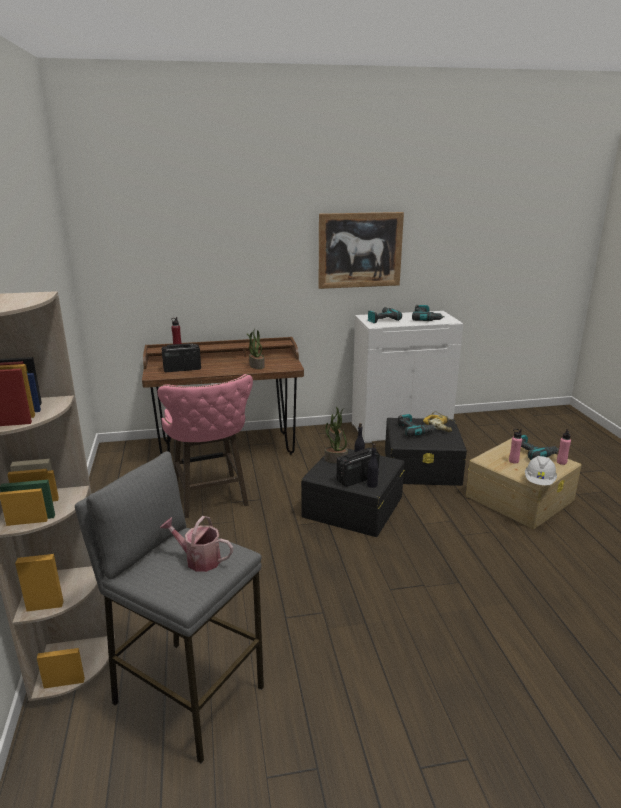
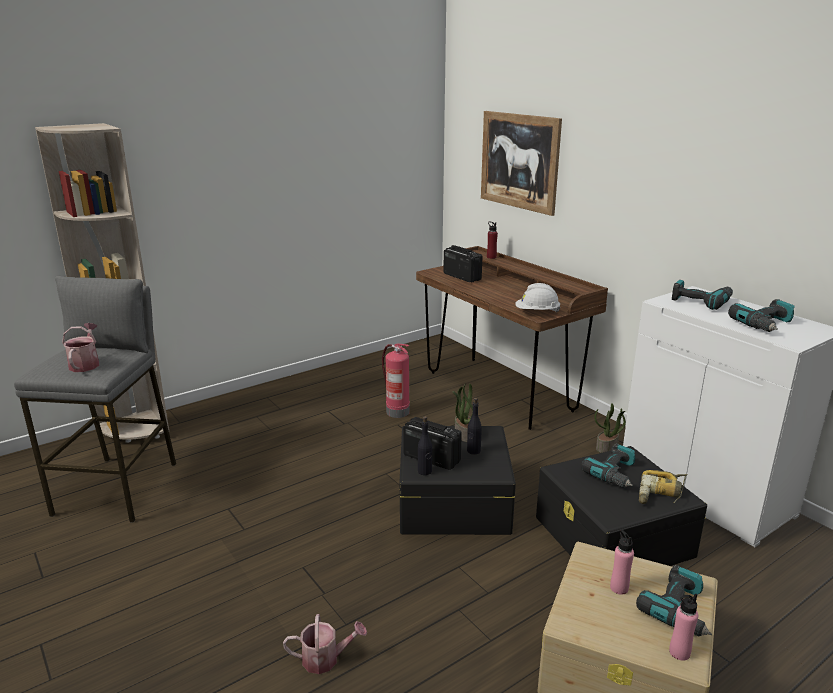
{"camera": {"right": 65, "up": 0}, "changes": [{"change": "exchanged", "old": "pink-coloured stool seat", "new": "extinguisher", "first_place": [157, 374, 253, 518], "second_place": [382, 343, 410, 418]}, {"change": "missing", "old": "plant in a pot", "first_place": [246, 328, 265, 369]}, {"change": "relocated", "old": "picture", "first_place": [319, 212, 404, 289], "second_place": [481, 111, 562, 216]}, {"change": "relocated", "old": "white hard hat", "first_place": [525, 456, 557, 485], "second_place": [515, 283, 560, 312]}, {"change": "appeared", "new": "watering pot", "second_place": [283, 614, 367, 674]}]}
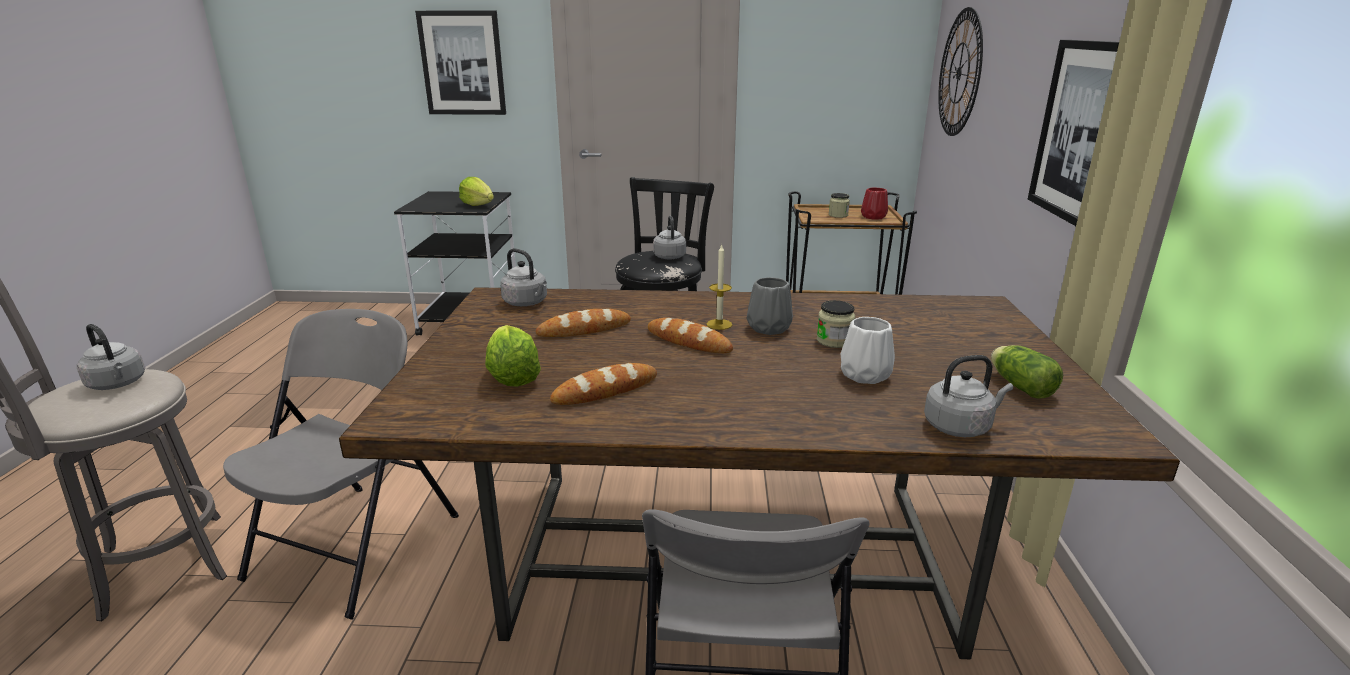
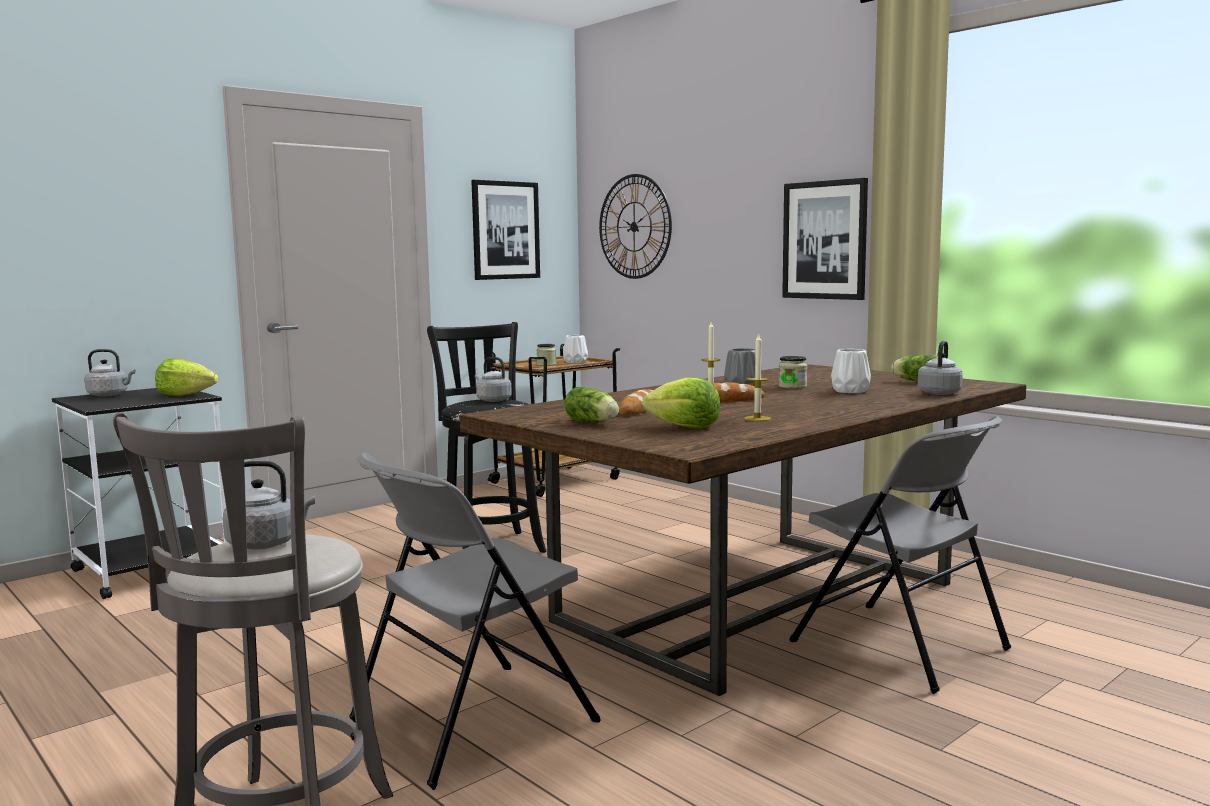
{"camera": {"right": -45, "up": -15}, "changes": [{"change": "spun", "old": "grey upright chair", "first_place": [223, 309, 459, 620], "second_place": [349, 453, 601, 790], "degrees": -105}, {"change": "relocated", "old": "picture", "first_place": [415, 11, 506, 115], "second_place": [471, 180, 540, 280]}, {"change": "relocated", "old": "grey tea kettle", "first_place": [500, 248, 547, 306], "second_place": [85, 349, 136, 397]}, {"change": "exchanged", "old": "bread", "new": "candle", "first_place": [550, 363, 657, 405], "second_place": [744, 333, 771, 421]}, {"change": "colour", "old": "red vase", "new": "white vase", "first_place": [861, 187, 888, 220], "second_place": [563, 335, 588, 364]}, {"change": "appeared", "new": "head of lettuce", "second_place": [564, 387, 619, 423]}]}
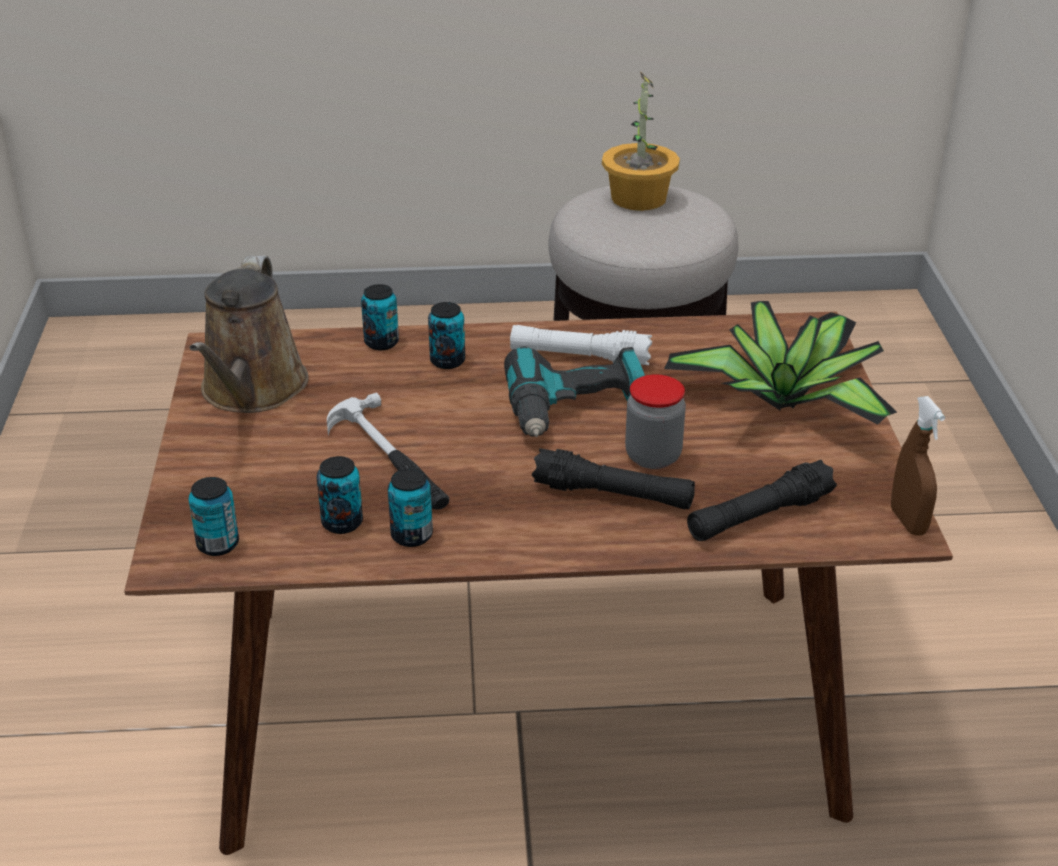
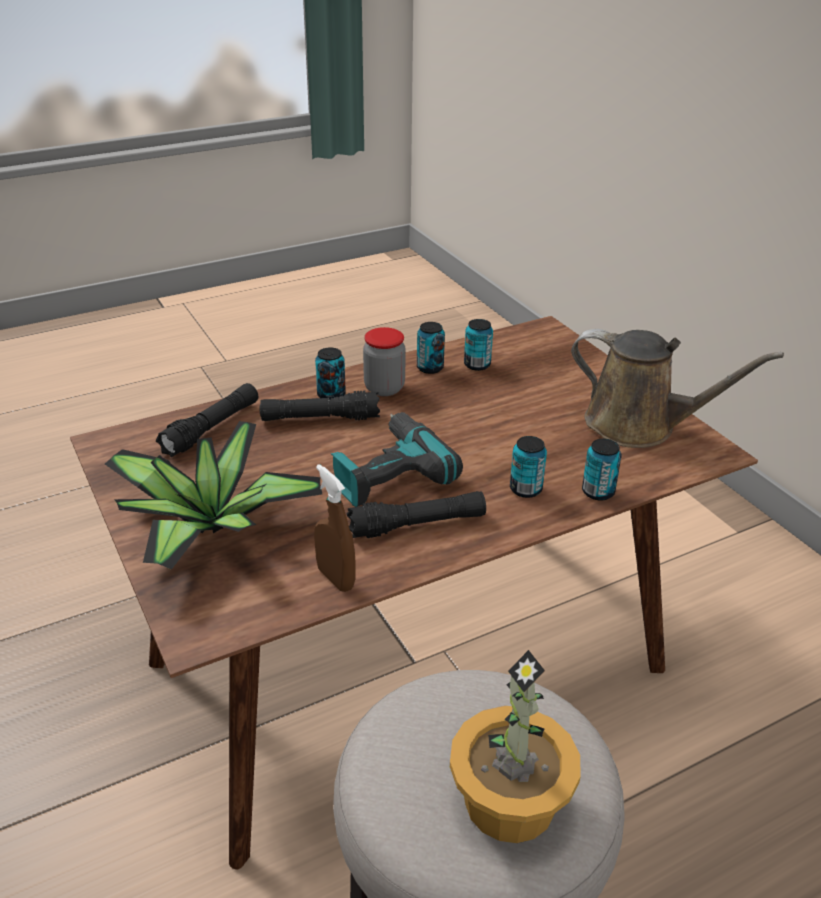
{"camera": {"right": 155, "up": 0}, "changes": [{"change": "spun", "old": "brownish watering pot", "first_place": [189, 256, 309, 413], "second_place": [571, 329, 784, 448], "degrees": 135}, {"change": "relocated", "old": "sealed can", "first_place": [189, 477, 239, 556], "second_place": [315, 347, 346, 400]}, {"change": "missing", "old": "tool hammer", "first_place": [327, 392, 449, 509]}, {"change": "colour", "old": "white hand torch", "new": "black-coloured hand torch", "first_place": [510, 325, 652, 365], "second_place": [347, 491, 486, 538]}, {"change": "relocated", "old": "storage jar", "first_place": [625, 374, 686, 469], "second_place": [363, 327, 406, 396]}, {"change": "relocated", "old": "brownish sprayer", "first_place": [891, 396, 945, 536], "second_place": [314, 464, 356, 592]}]}
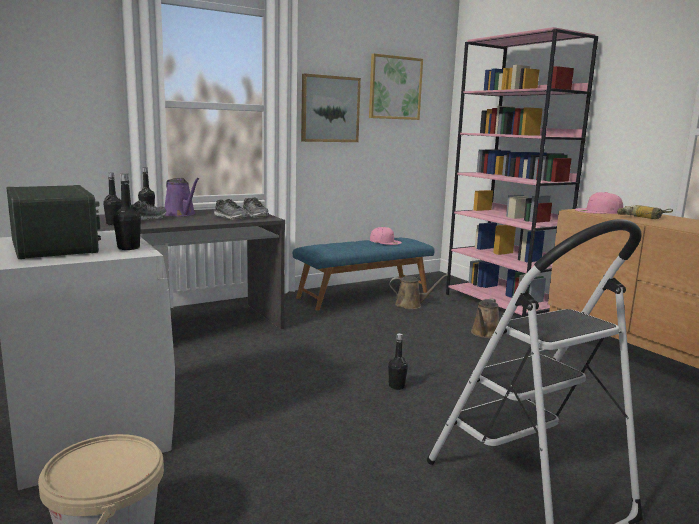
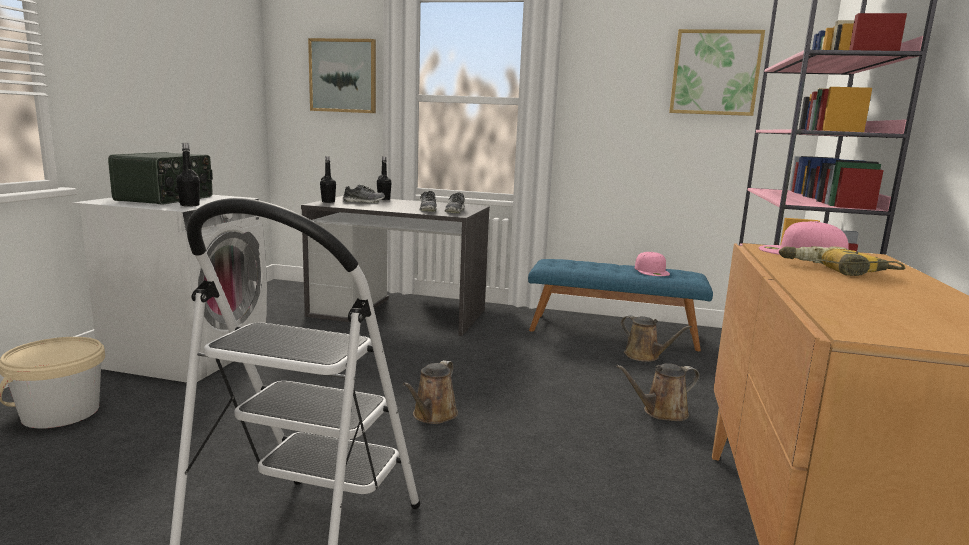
{"camera": {"right": 45, "up": 0}, "changes": [{"change": "missing", "old": "purple watering pot", "first_place": [165, 178, 199, 217]}, {"change": "relocated", "old": "picture", "first_place": [301, 73, 361, 142], "second_place": [308, 38, 376, 113]}, {"change": "exchanged", "old": "black-coloured beverage bottle", "new": "brownish watering pot", "first_place": [388, 333, 408, 390], "second_place": [403, 360, 458, 424]}]}
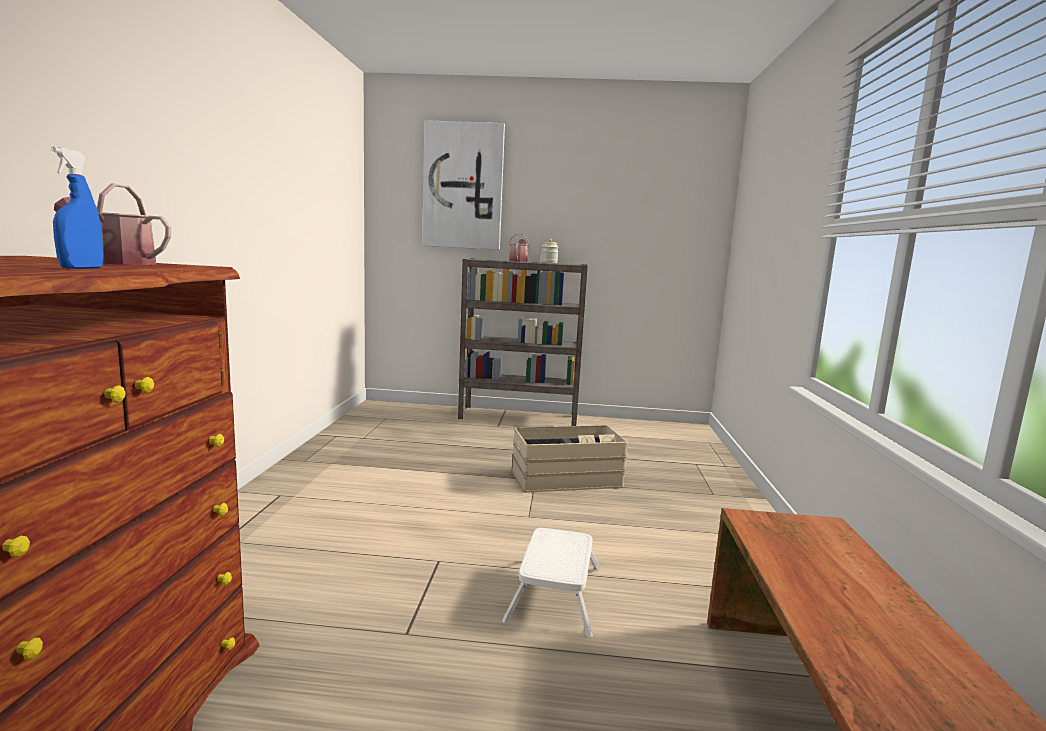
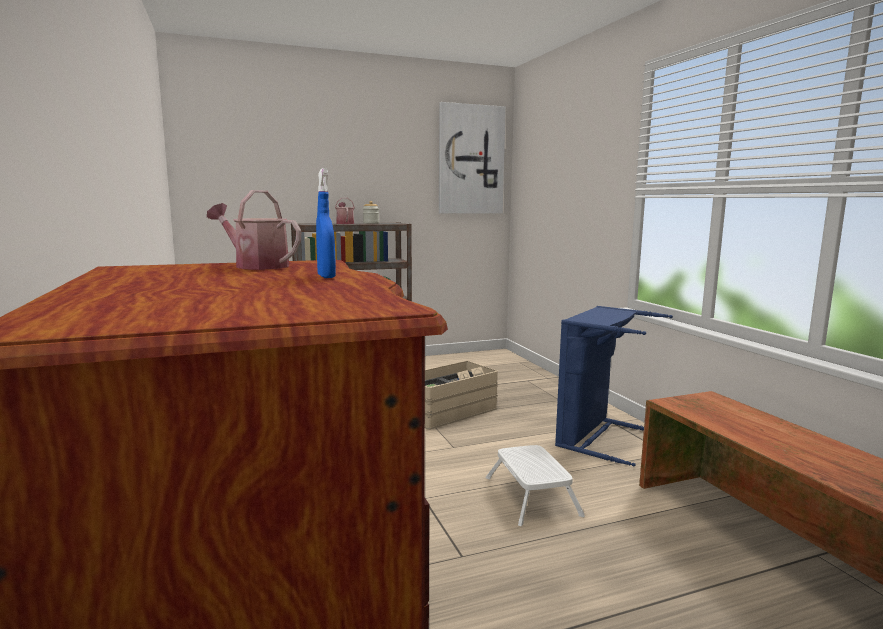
{"camera": {"right": -25, "up": 0}, "changes": [{"change": "spun", "old": "watering pot", "first_place": [54, 184, 171, 265], "second_place": [207, 190, 301, 270], "degrees": 45}, {"change": "relocated", "old": "picture", "first_place": [422, 120, 505, 250], "second_place": [439, 102, 506, 214]}, {"change": "appeared", "new": "blue laundry basket", "second_place": [555, 306, 673, 467]}]}
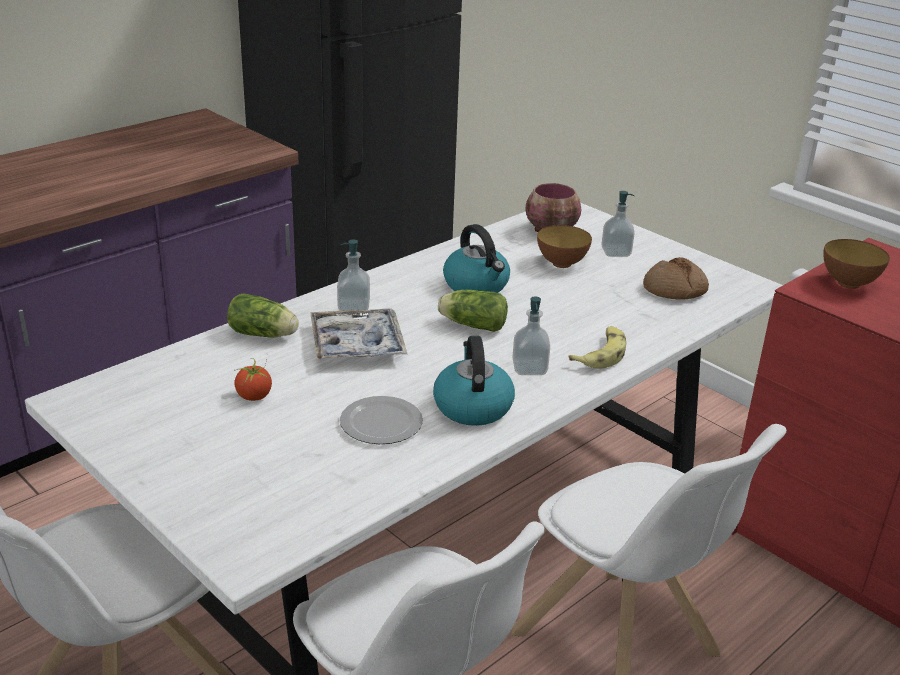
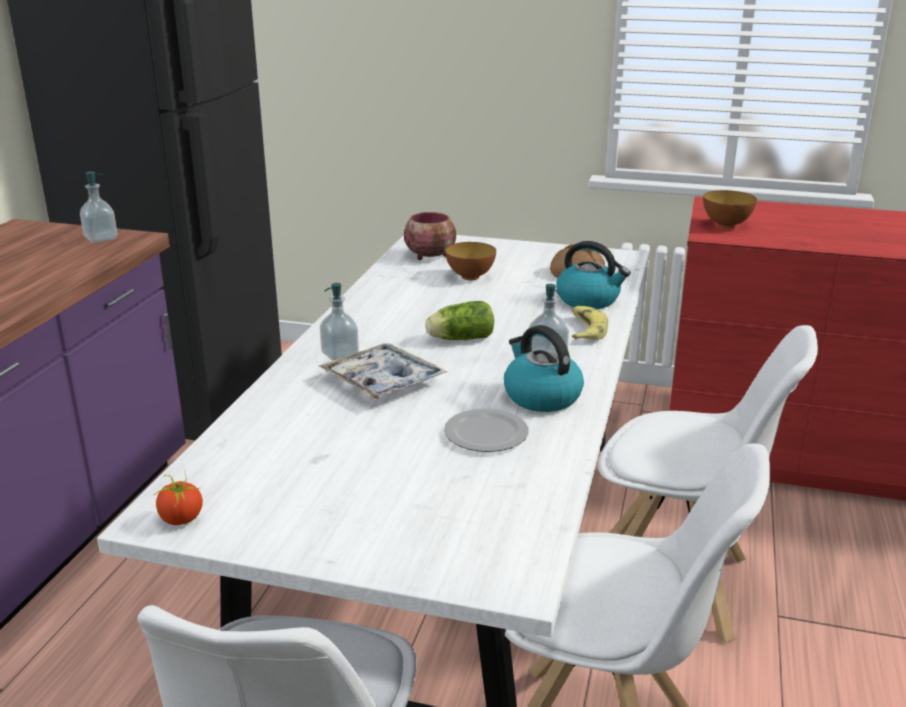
{"camera": {"right": -30, "up": -5}, "changes": [{"change": "missing", "old": "head of lettuce", "first_place": [227, 293, 299, 337]}, {"change": "relocated", "old": "whole tomato", "first_place": [234, 358, 272, 401], "second_place": [153, 474, 203, 525]}, {"change": "relocated", "old": "tea kettle", "first_place": [443, 224, 510, 293], "second_place": [556, 241, 630, 309]}, {"change": "relocated", "old": "soap dispenser", "first_place": [602, 191, 635, 257], "second_place": [80, 171, 117, 243]}]}
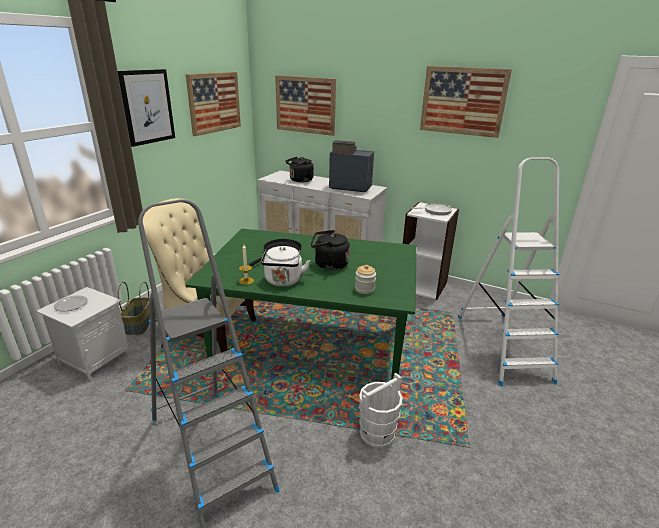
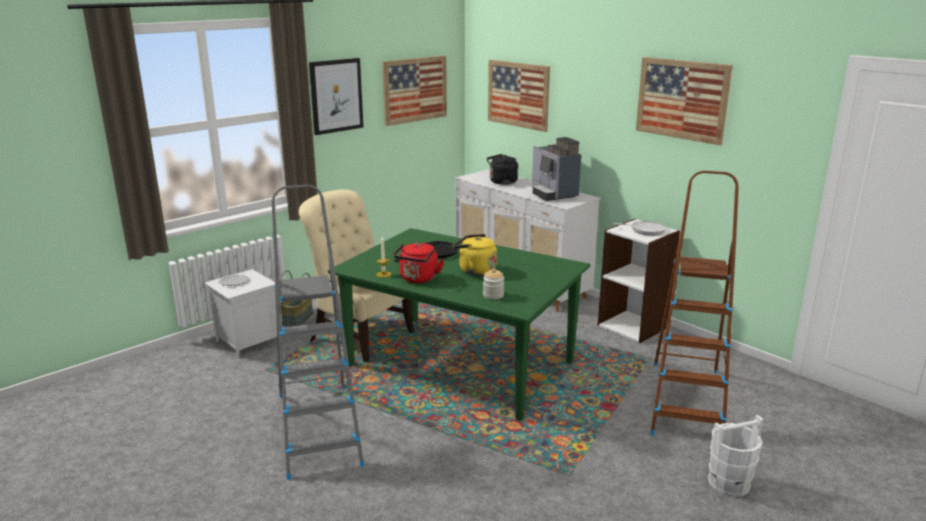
{"camera": {"right": 20, "up": -5}, "changes": [{"change": "colour", "old": "white tea kettle", "new": "red tea kettle", "first_place": [261, 246, 310, 287], "second_place": [393, 243, 444, 283]}, {"change": "colour", "old": "black-coloured tea kettle", "new": "yellow tea kettle", "first_place": [311, 230, 350, 270], "second_place": [453, 234, 497, 276]}, {"change": "spun", "old": "coffee maker", "first_place": [329, 140, 374, 192], "second_place": [532, 137, 581, 201], "degrees": -150}, {"change": "relocated", "old": "white bucket", "first_place": [359, 373, 403, 448], "second_place": [708, 415, 764, 497]}, {"change": "colour", "old": "white step ladder", "new": "brownish step ladder", "first_place": [458, 157, 560, 386], "second_place": [650, 171, 739, 436]}]}
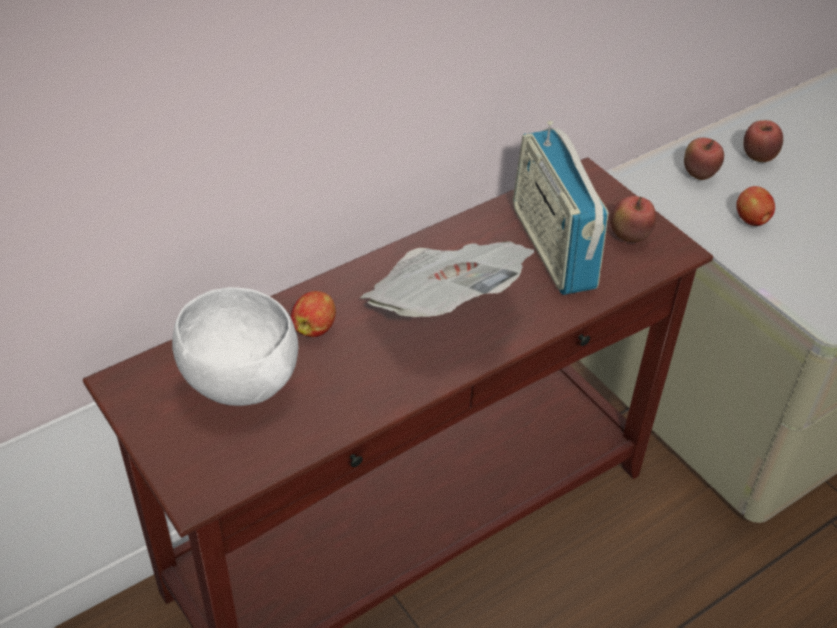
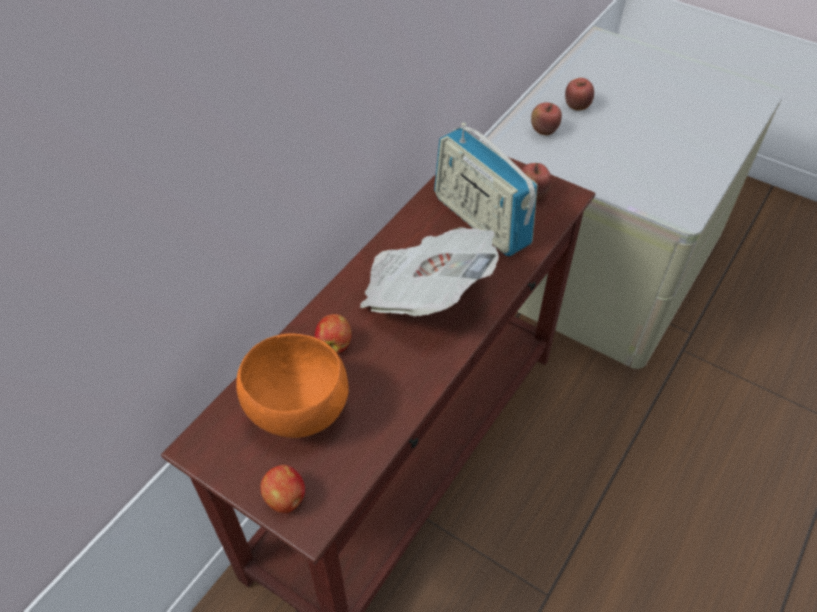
{"camera": {"right": -20, "up": 5}, "changes": [{"change": "colour", "old": "white bowl", "new": "orange-coloured bowl", "first_place": [172, 287, 298, 406], "second_place": [236, 334, 349, 438]}, {"change": "relocated", "old": "apple", "first_place": [736, 186, 775, 226], "second_place": [260, 465, 305, 513]}]}
